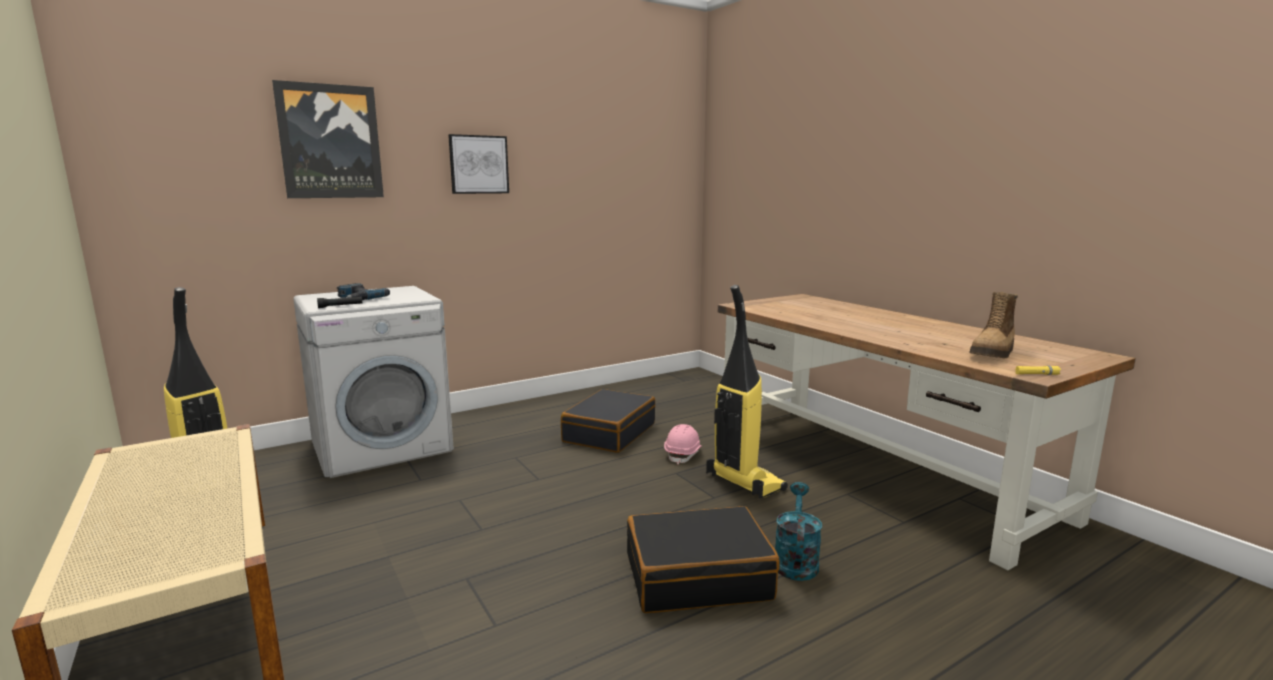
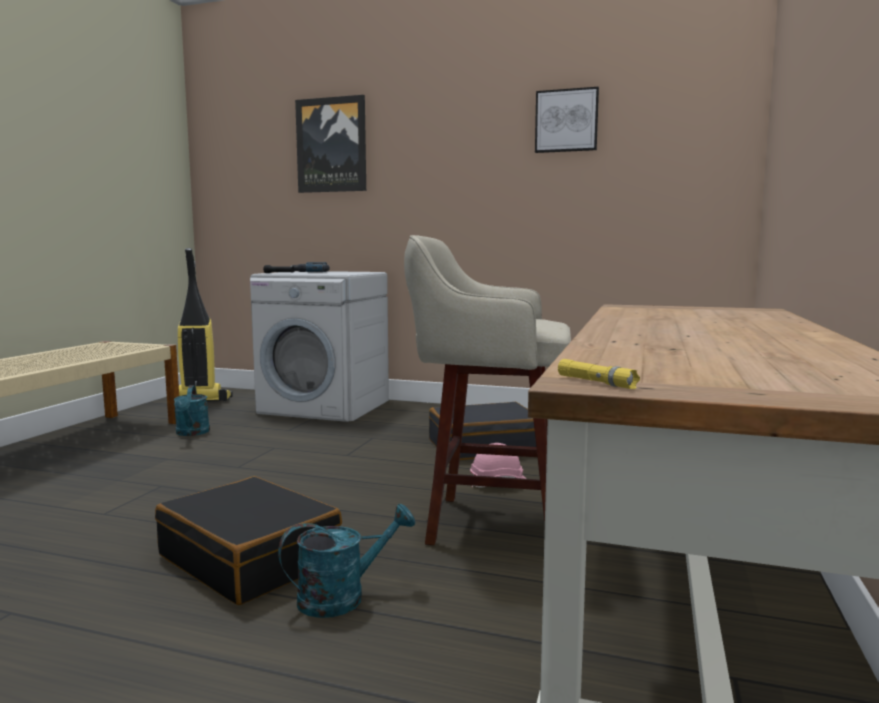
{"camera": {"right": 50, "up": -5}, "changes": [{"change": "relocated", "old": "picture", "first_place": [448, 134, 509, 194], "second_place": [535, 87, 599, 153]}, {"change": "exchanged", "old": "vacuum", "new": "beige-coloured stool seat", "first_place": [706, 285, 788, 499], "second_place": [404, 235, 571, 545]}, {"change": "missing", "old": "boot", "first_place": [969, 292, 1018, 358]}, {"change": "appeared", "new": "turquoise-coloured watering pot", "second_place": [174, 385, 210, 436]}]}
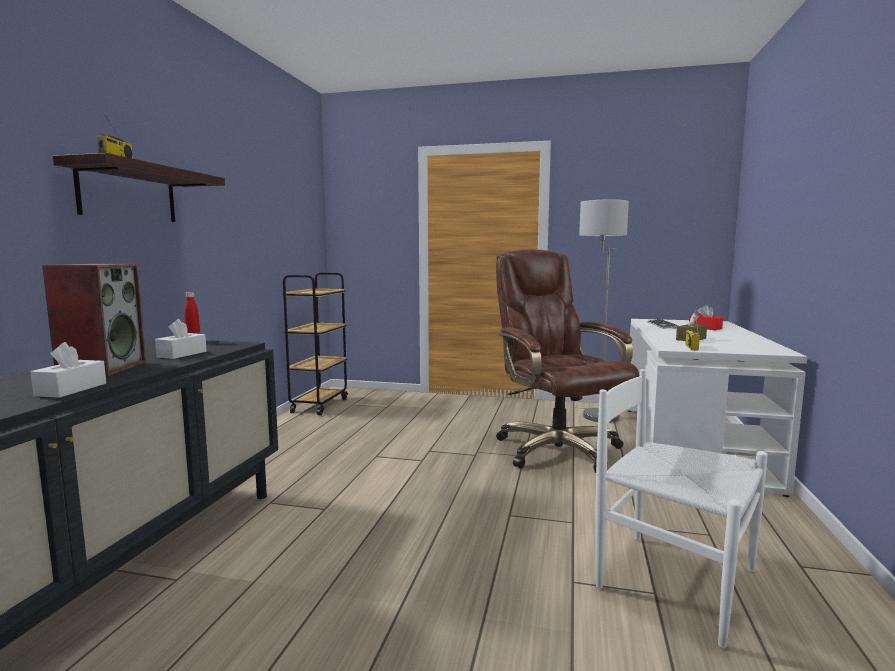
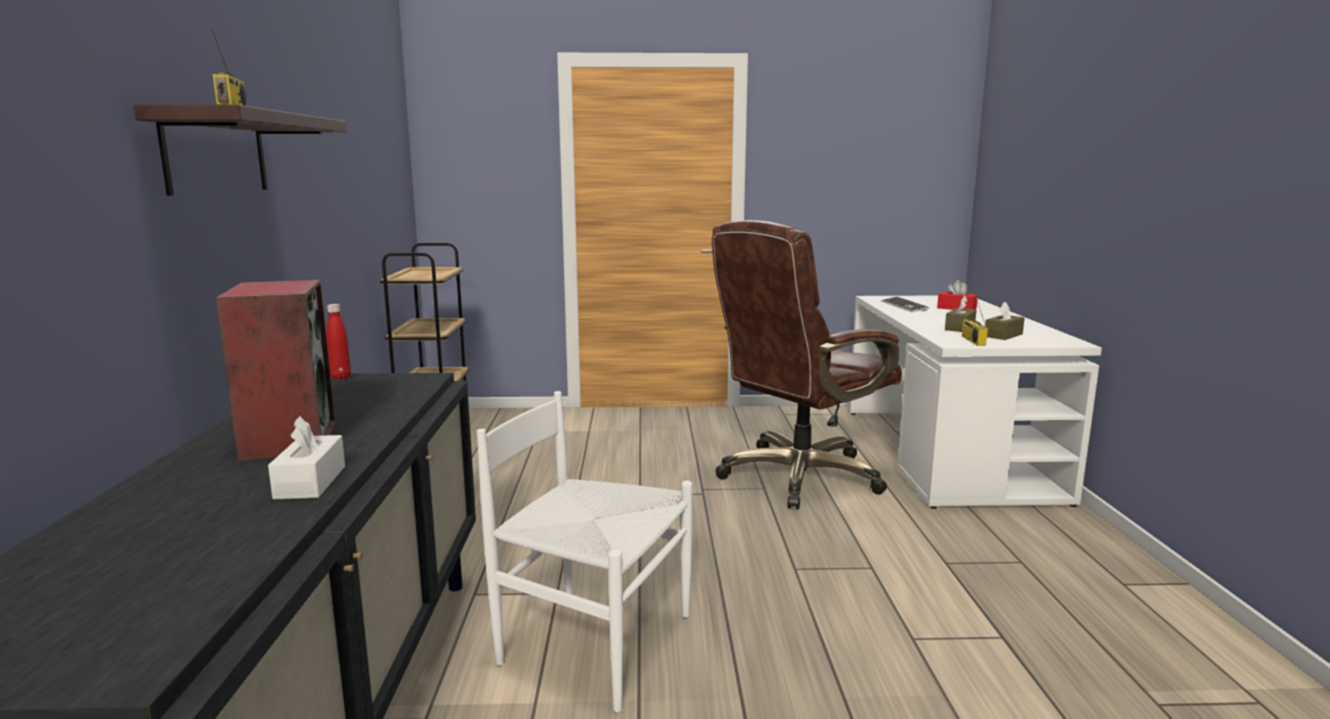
{"camera": {"right": -15, "up": 5}, "changes": [{"change": "missing", "old": "white tissue box", "first_place": [155, 319, 207, 359]}, {"change": "spun", "old": "brownish desk chair", "first_place": [496, 249, 640, 473], "second_place": [712, 220, 902, 509], "degrees": -90}, {"change": "missing", "old": "grey standing lamp", "first_place": [579, 199, 629, 423]}, {"change": "relocated", "old": "white upright chair", "first_place": [595, 369, 768, 648], "second_place": [477, 391, 692, 712]}, {"change": "appeared", "new": "brownish tissue box", "second_place": [985, 301, 1025, 340]}]}
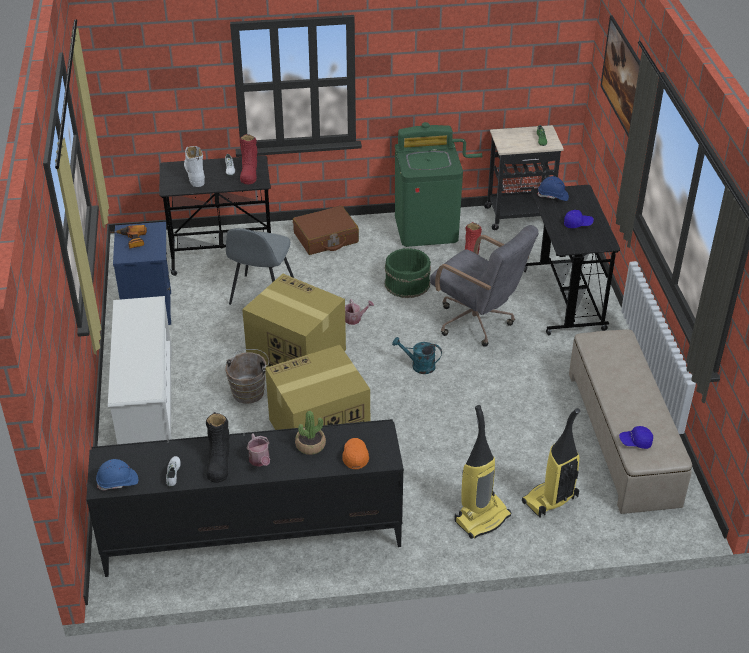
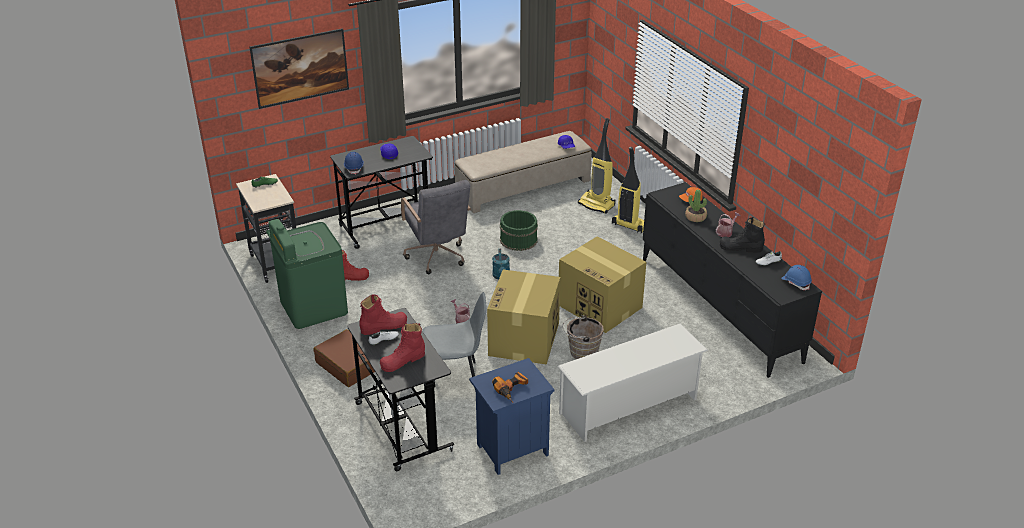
{"camera": {"right": -110, "up": -5}, "changes": [{"change": "colour", "old": "white boot", "new": "red boot", "first_place": [184, 146, 205, 187], "second_place": [380, 323, 425, 372]}, {"change": "spun", "old": "black-coloured boot", "first_place": [206, 412, 230, 483], "second_place": [720, 217, 765, 253], "degrees": -150}, {"change": "relocated", "old": "green bucket", "first_place": [385, 248, 431, 298], "second_place": [500, 210, 538, 251]}, {"change": "spun", "old": "grey desk chair", "first_place": [430, 225, 539, 347], "second_place": [401, 180, 471, 274], "degrees": 135}]}
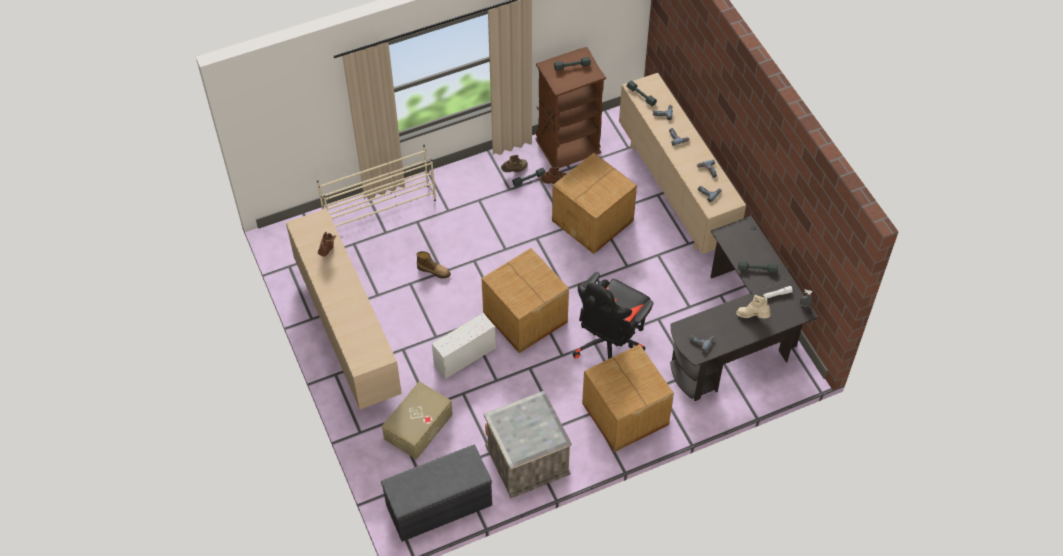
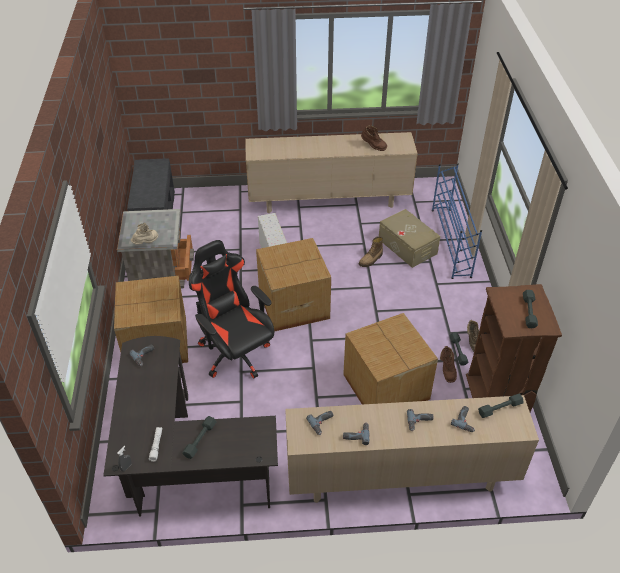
{"camera": {"right": 110, "up": -10}, "changes": [{"change": "colour", "old": "beige-coloured shoe rack", "new": "blue shoe rack", "first_place": [317, 145, 436, 227], "second_place": [432, 163, 482, 279]}, {"change": "relocated", "old": "beige-coloured storage box", "first_place": [382, 381, 453, 460], "second_place": [379, 209, 441, 268]}, {"change": "relocated", "old": "beige-coloured boot", "first_place": [736, 295, 771, 318], "second_place": [131, 223, 158, 244]}]}
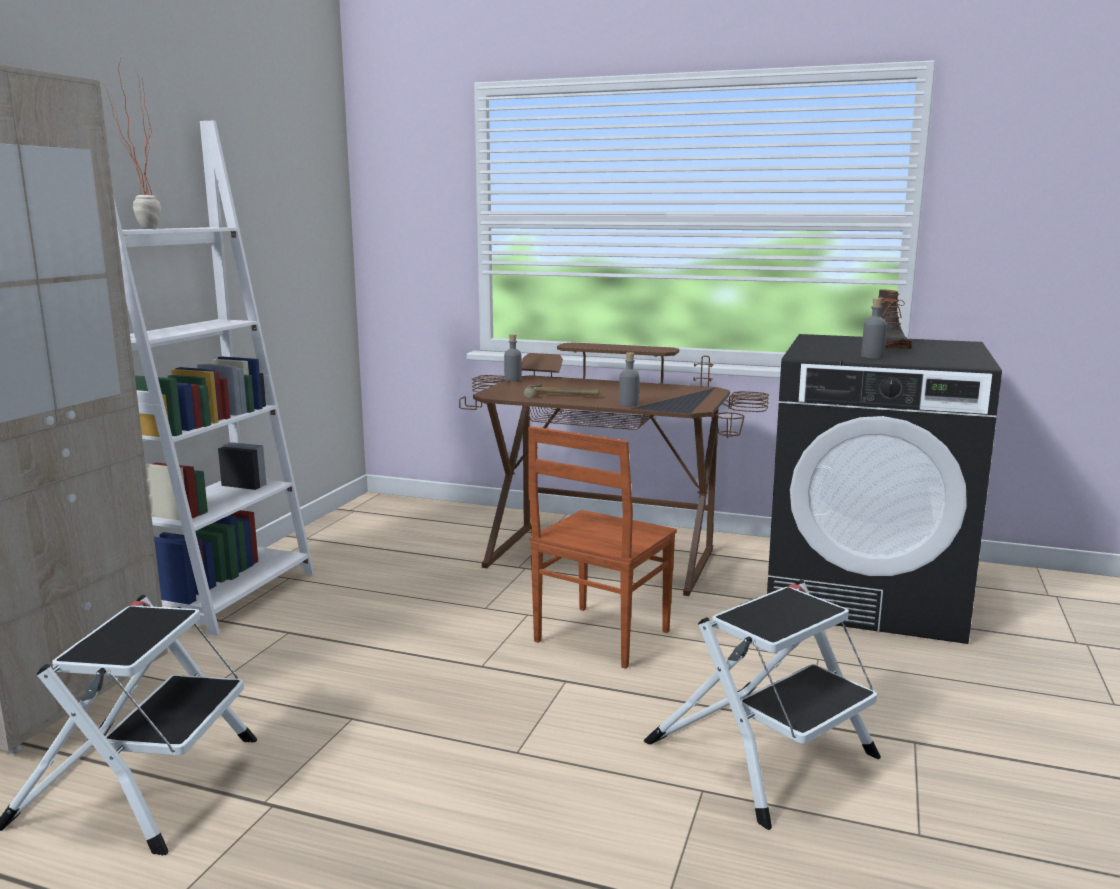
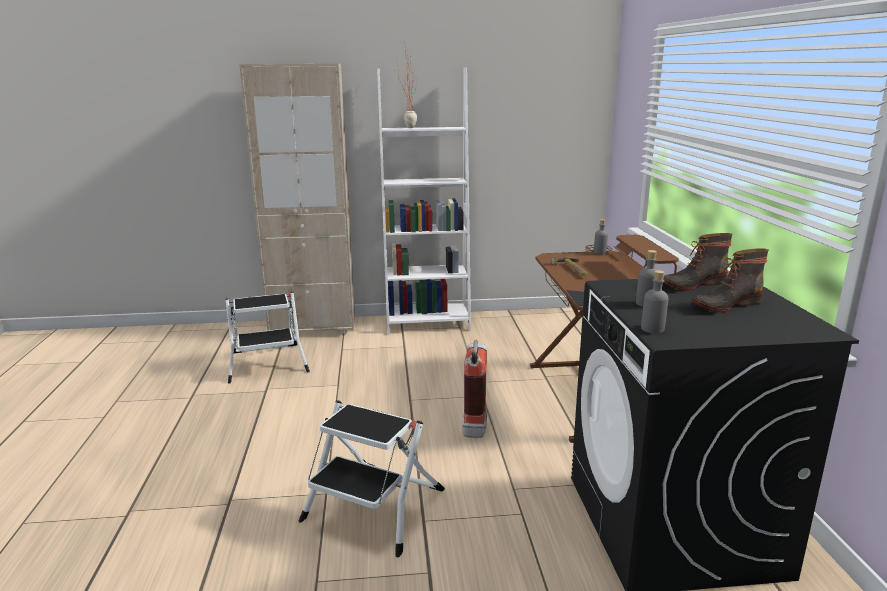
{"camera": {"right": 65, "up": 5}, "changes": [{"change": "exchanged", "old": "brownish upright chair", "new": "extinguisher", "first_place": [528, 426, 677, 669], "second_place": [462, 340, 487, 438]}, {"change": "relocated", "old": "grey beverage bottle", "first_place": [619, 352, 639, 407], "second_place": [641, 270, 669, 333]}, {"change": "appeared", "new": "boot", "second_place": [663, 233, 733, 291]}]}
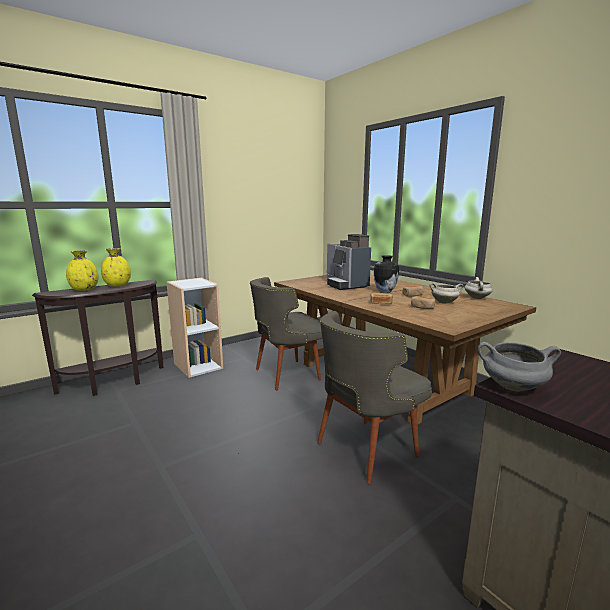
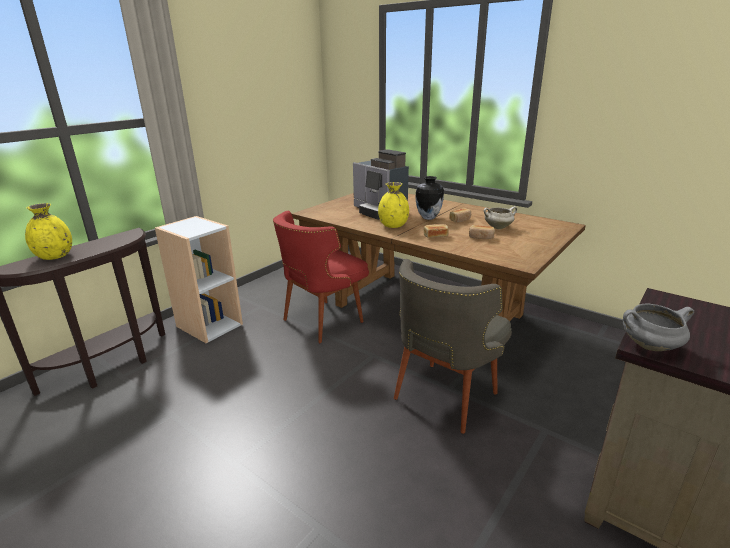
{"camera": {"right": -15, "up": 10}, "changes": [{"change": "relocated", "old": "yellow vase", "first_place": [101, 248, 131, 287], "second_place": [378, 182, 409, 228]}, {"change": "colour", "old": "grey upright chair", "new": "red upright chair", "first_place": [250, 277, 322, 390], "second_place": [273, 211, 369, 343]}, {"change": "missing", "old": "white cooking pot", "first_place": [464, 277, 493, 299]}]}
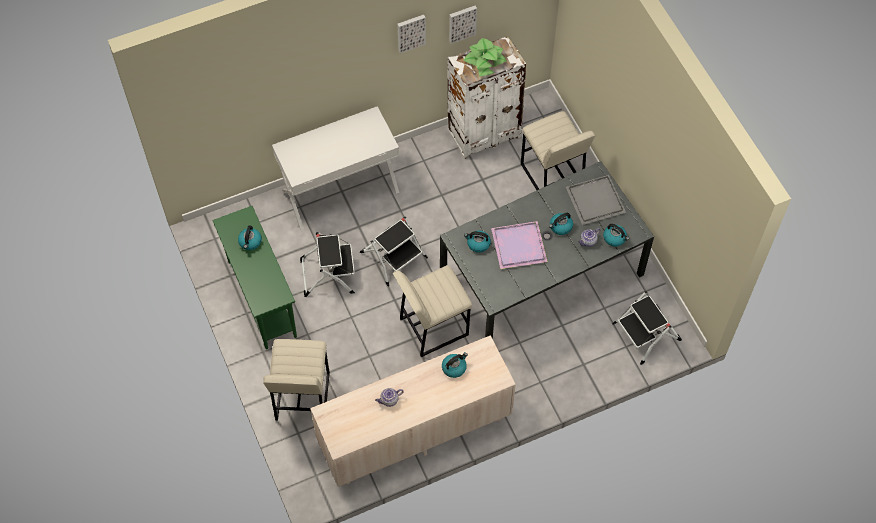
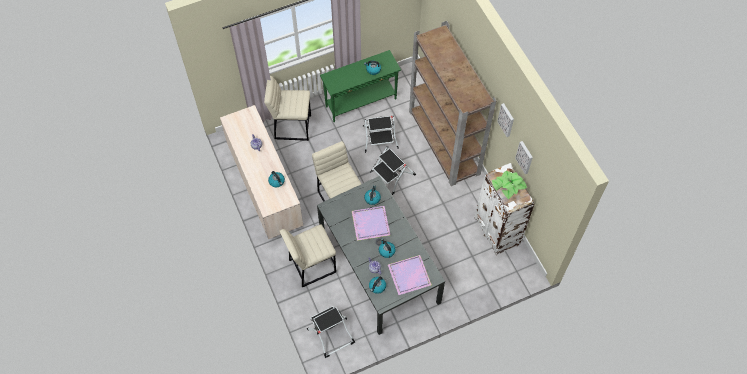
{"camera": {"right": 90, "up": 0}, "changes": [{"change": "exchanged", "old": "white console table", "new": "brownish shelving unit", "first_place": [272, 106, 399, 230], "second_place": [409, 21, 496, 186]}, {"change": "relocated", "old": "beige-coloured upright chair", "first_place": [521, 111, 596, 202], "second_place": [279, 224, 336, 287]}, {"change": "colour", "old": "grey carrying tray", "new": "purple carrying tray", "first_place": [566, 175, 626, 225], "second_place": [388, 255, 432, 295]}]}
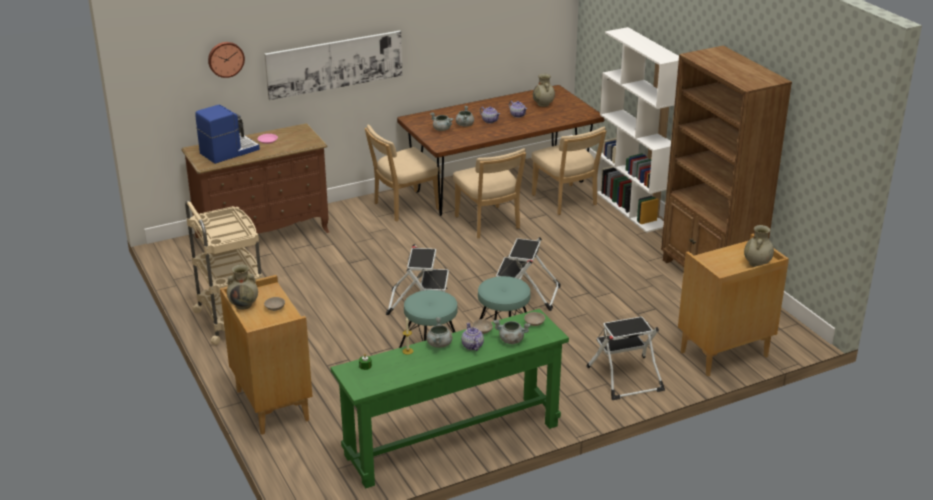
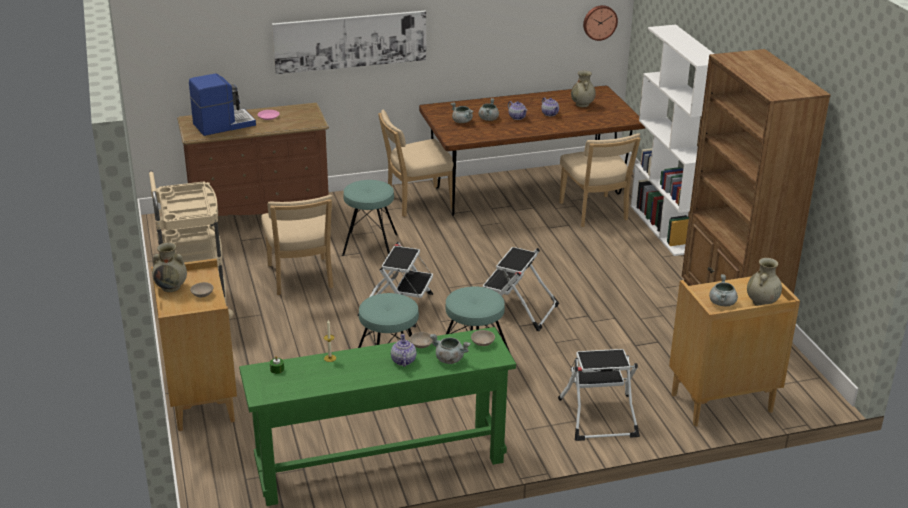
{"camera": {"right": 10, "up": 0}, "changes": [{"change": "relocated", "old": "wall clock", "first_place": [208, 42, 245, 78], "second_place": [583, 5, 618, 41]}, {"change": "relocated", "old": "grey cooking pot", "first_place": [427, 317, 452, 348], "second_place": [709, 274, 738, 306]}, {"change": "relocated", "old": "beige-coloured upright chair", "first_place": [453, 148, 526, 238], "second_place": [261, 195, 333, 295]}, {"change": "appeared", "new": "turquoise-coloured stool seat", "second_place": [342, 180, 397, 256]}]}
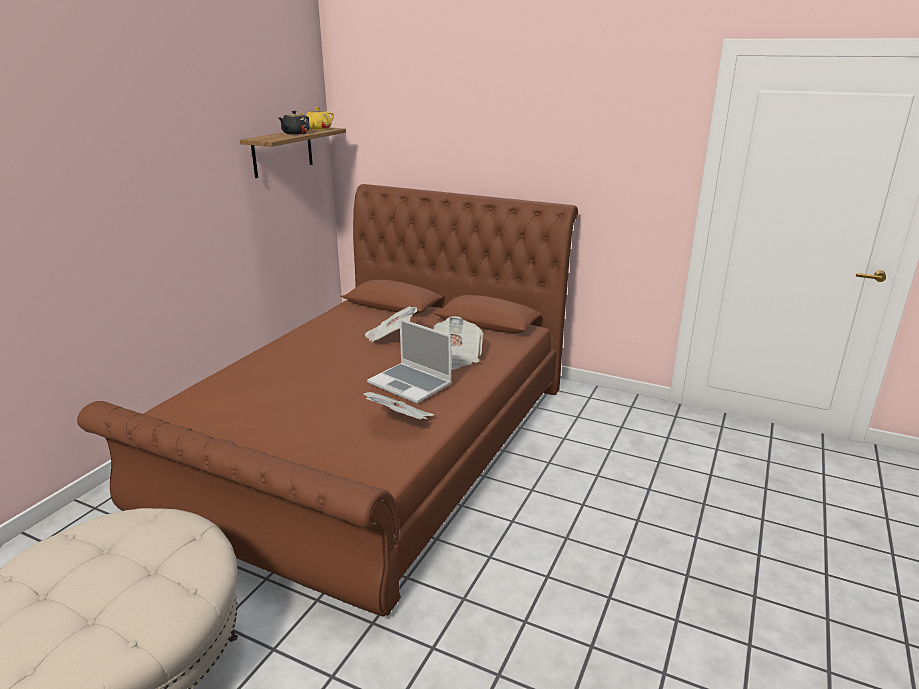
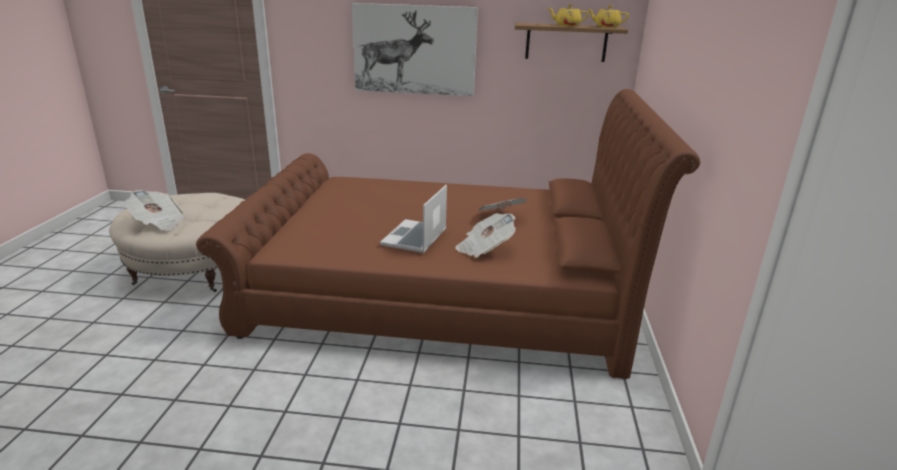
{"camera": {"right": 70, "up": 0}, "changes": [{"change": "colour", "old": "black-coloured teapot", "new": "yellow teapot", "first_place": [279, 111, 310, 135], "second_place": [548, 4, 589, 26]}, {"change": "relocated", "old": "newspaper", "first_place": [364, 392, 434, 420], "second_place": [125, 190, 186, 231]}, {"change": "appeared", "new": "picture", "second_place": [352, 3, 478, 96]}]}
